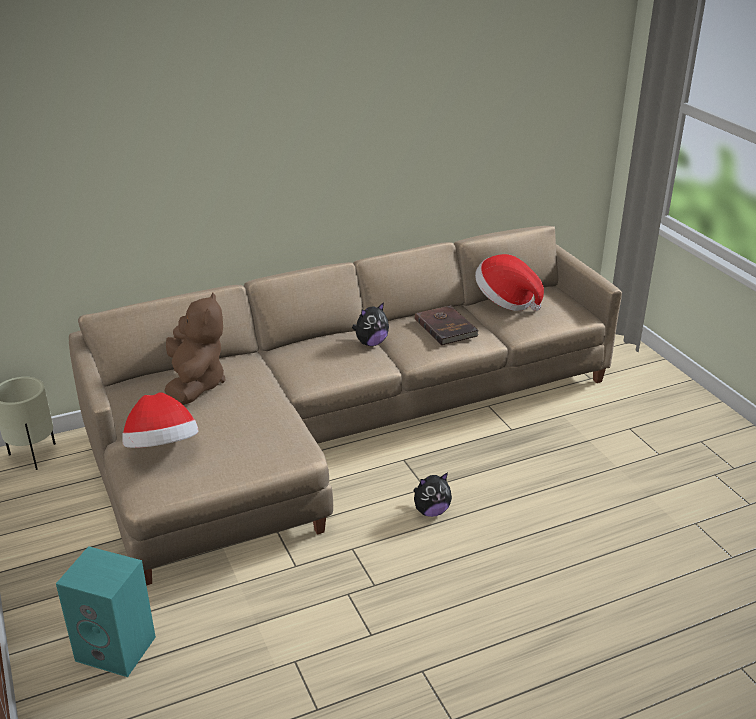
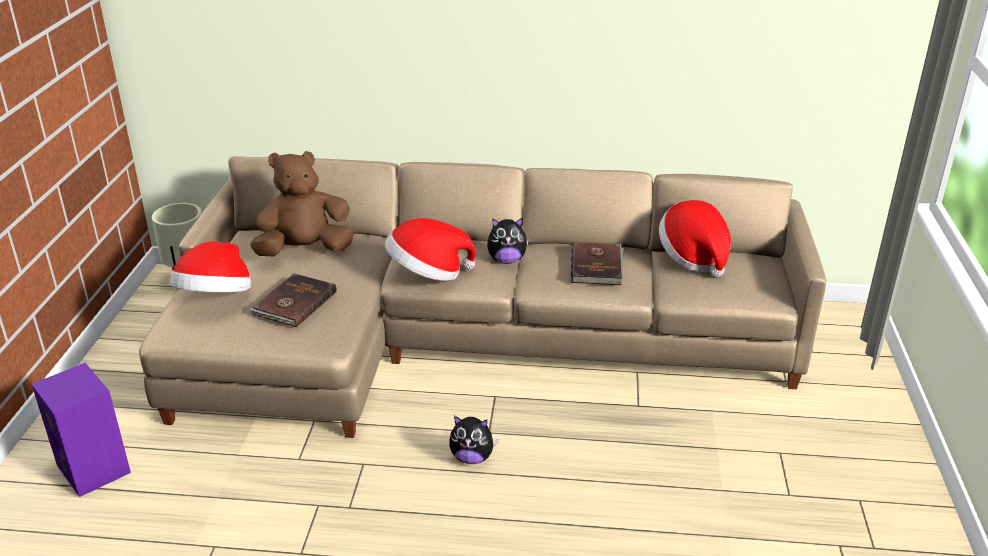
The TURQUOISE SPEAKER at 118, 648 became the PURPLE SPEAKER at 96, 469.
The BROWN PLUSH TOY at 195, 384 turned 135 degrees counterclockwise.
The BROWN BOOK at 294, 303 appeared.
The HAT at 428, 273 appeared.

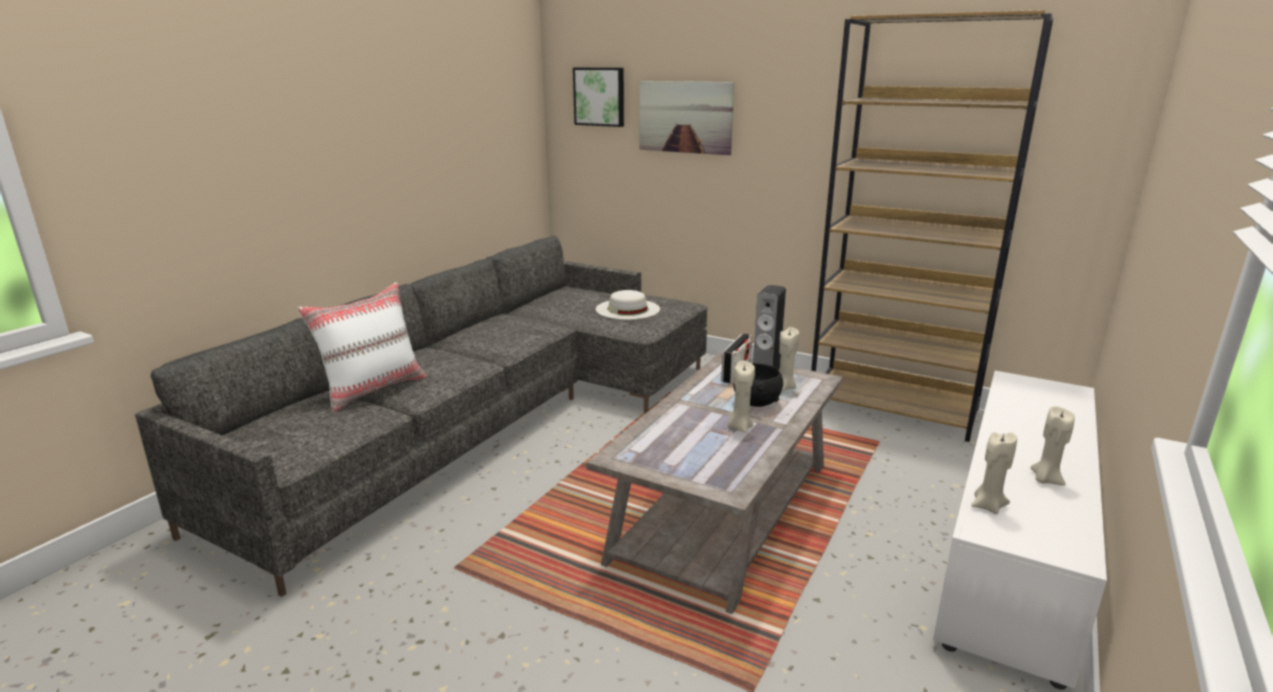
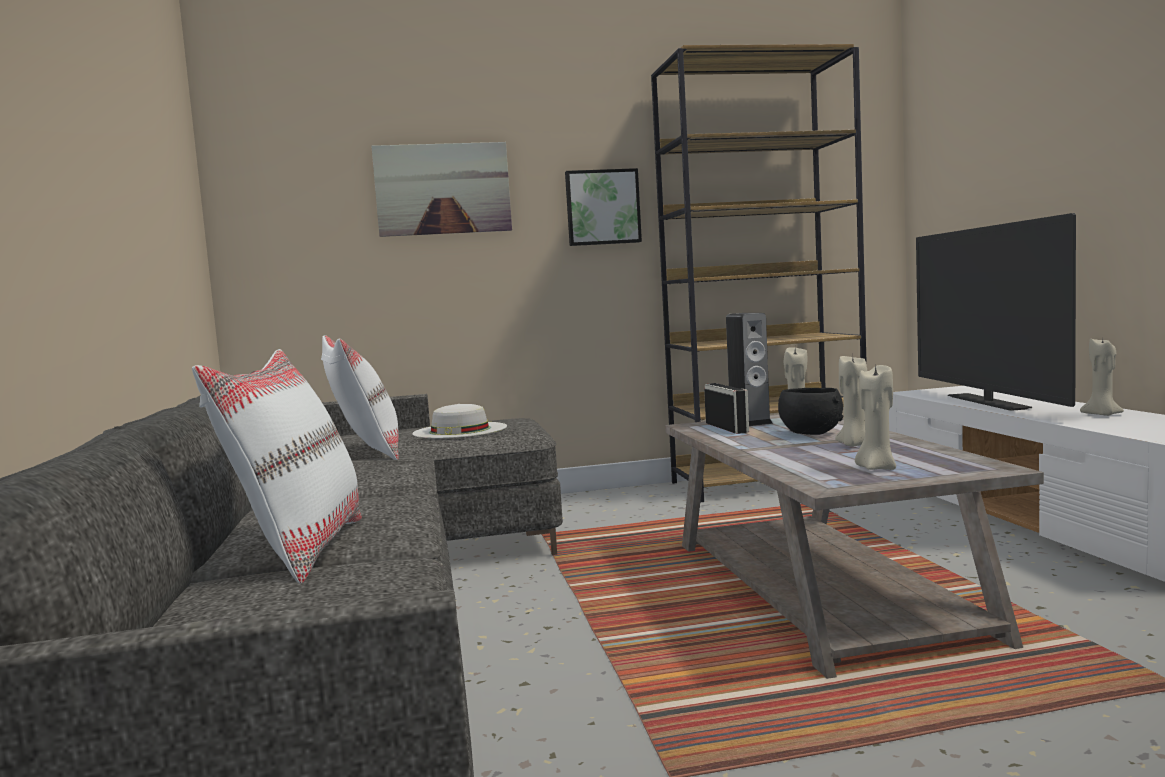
The PICTURE moved from 600, 96 to 602, 207.
The BEIGE CANDLE moved from 987, 506 to 876, 468.
The WHITE PILLOW at 364, 453 appeared.
The TELEVISION at 987, 402 appeared.

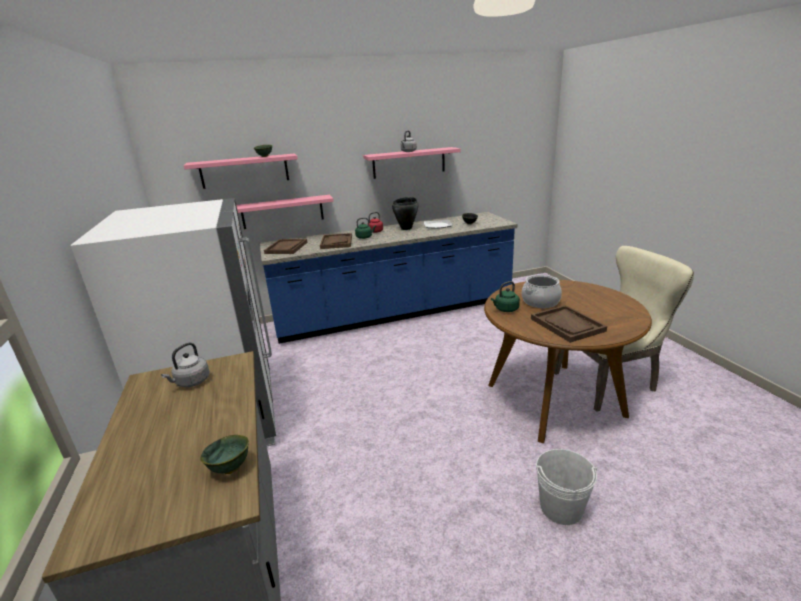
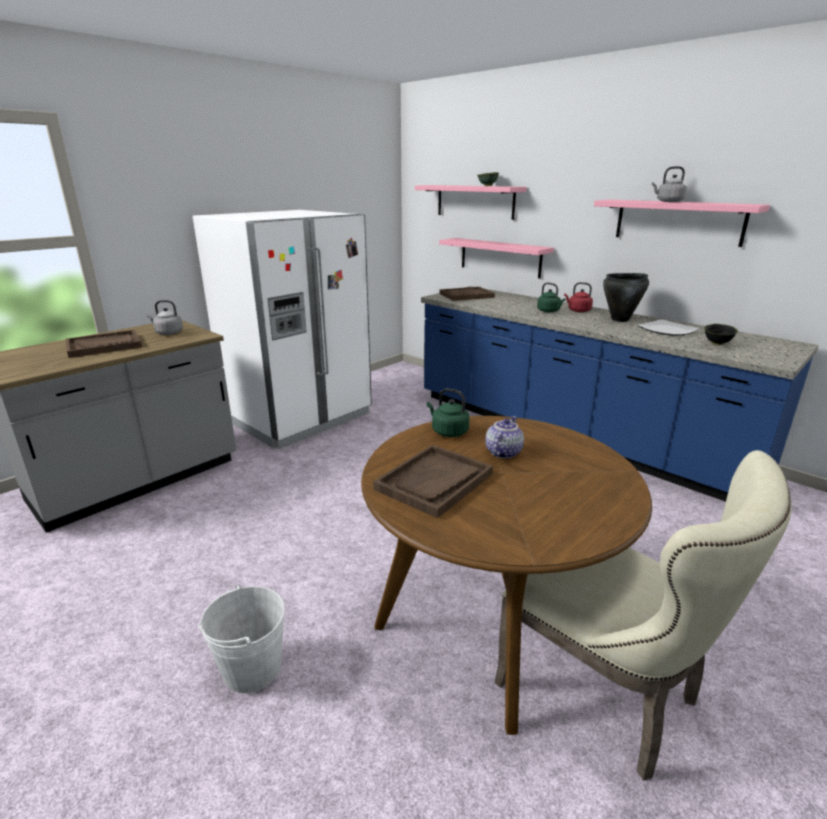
The GREEN BOWL at 229, 468 disappeared.
The BROWN TRAY moved from 336, 242 to 104, 345.
The COOKING POT at 540, 302 was replaced by the TEAPOT at 502, 452.

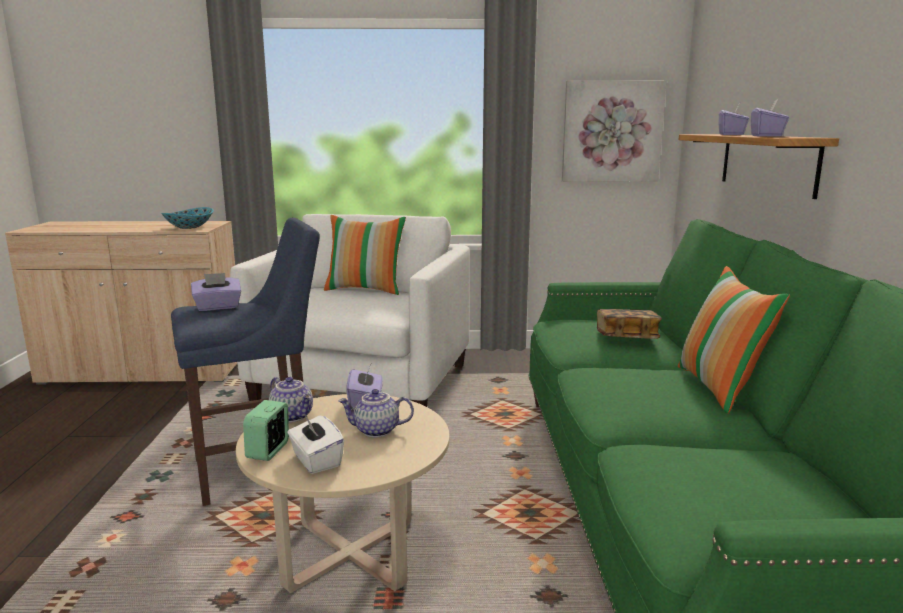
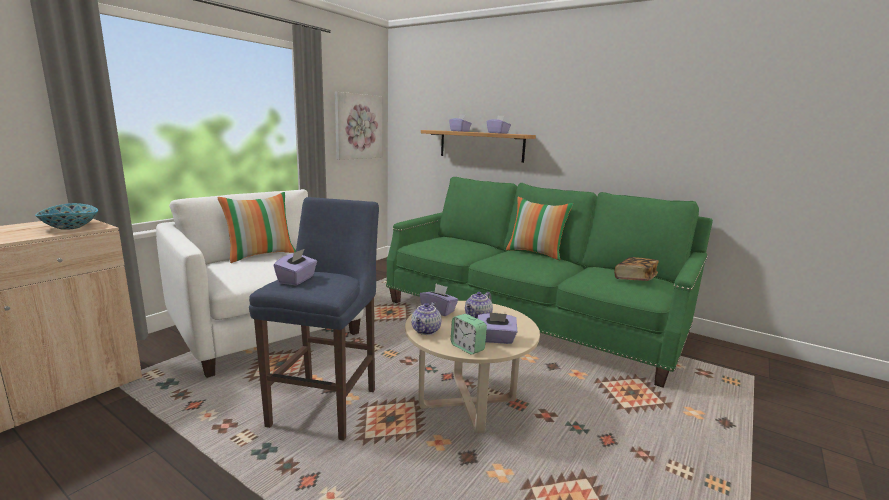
The TEAPOT at 293, 416 turned 120 degrees clockwise.
The WHITE TISSUE BOX at 316, 460 became the PURPLE TISSUE BOX at 496, 339.
The BOOK moved from 626, 337 to 635, 278.

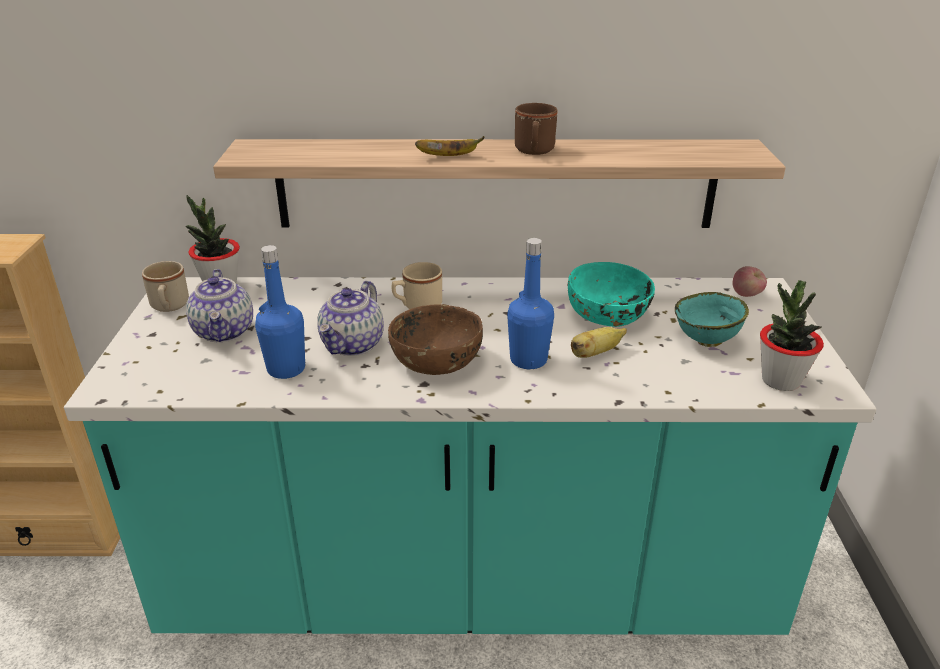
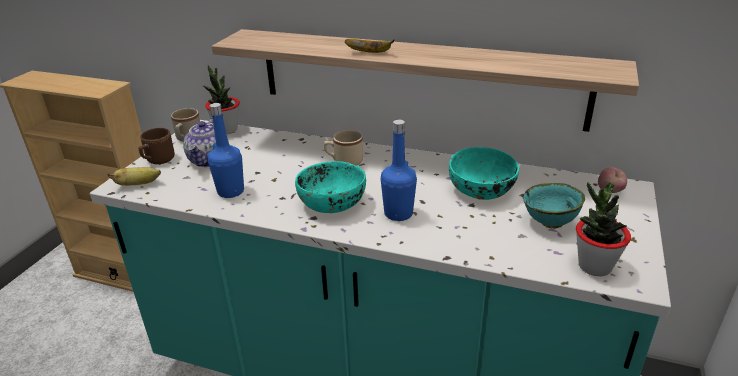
The TEAPOT at 353, 345 disappeared.
The BROWN BOWL at 436, 360 became the TURQUOISE BOWL at 332, 202.
The BROWN MUG moved from 534, 151 to 158, 161.
The BANANA moved from 595, 353 to 139, 184.

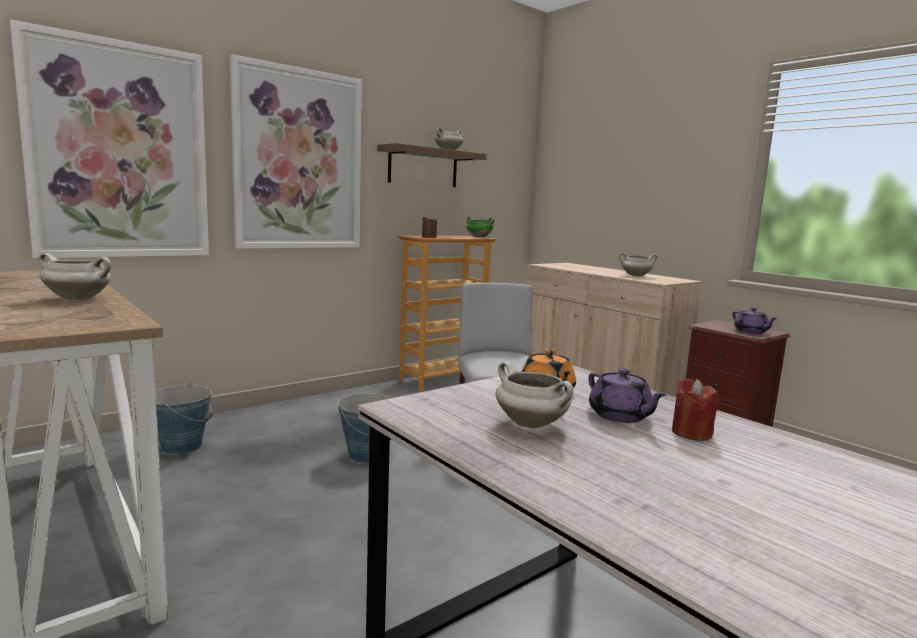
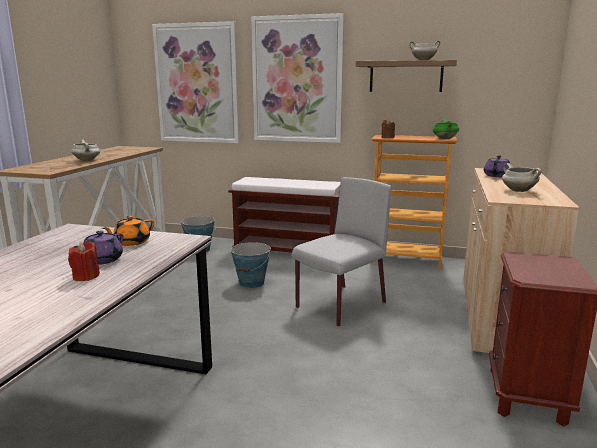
The WHITE COOKING POT at 532, 424 disappeared.
The PURPLE TEAPOT moved from 751, 332 to 496, 176.
The BROWN BENCH at 288, 250 appeared.

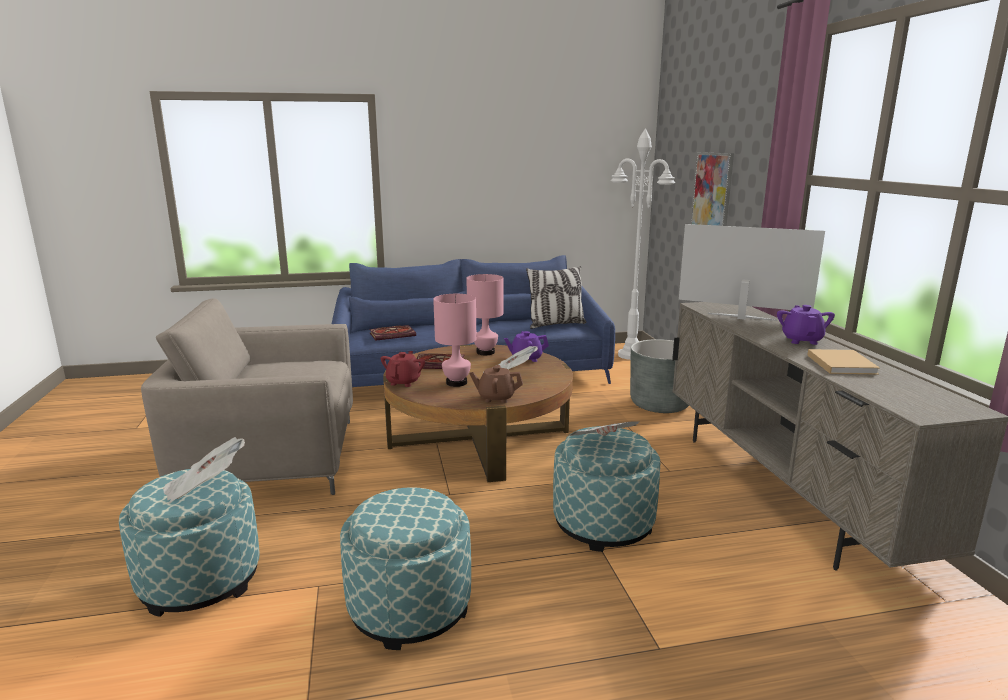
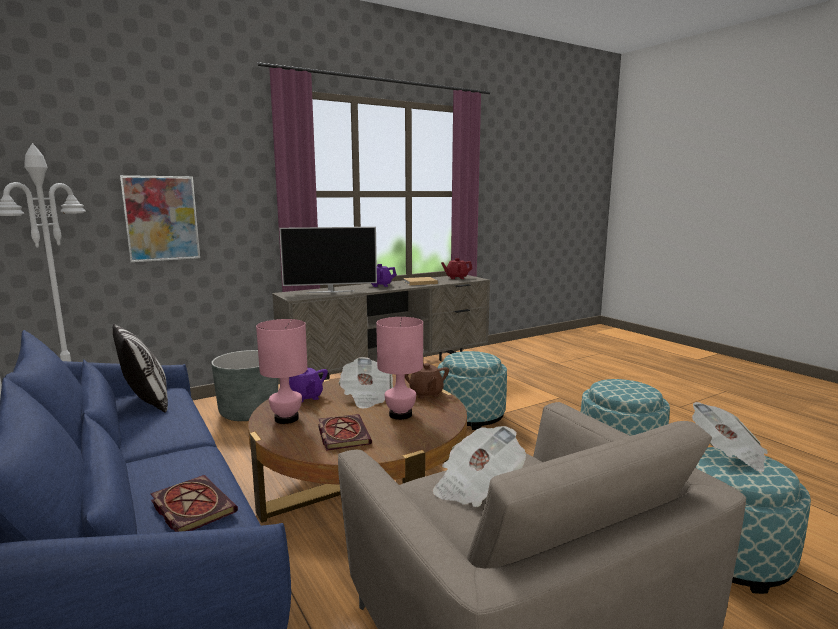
The RED TEAPOT moved from 404, 382 to 456, 278.
The NEWSPAPER moved from 602, 446 to 476, 487.
The TELEVISION at 741, 317 turned 105 degrees counterclockwise.

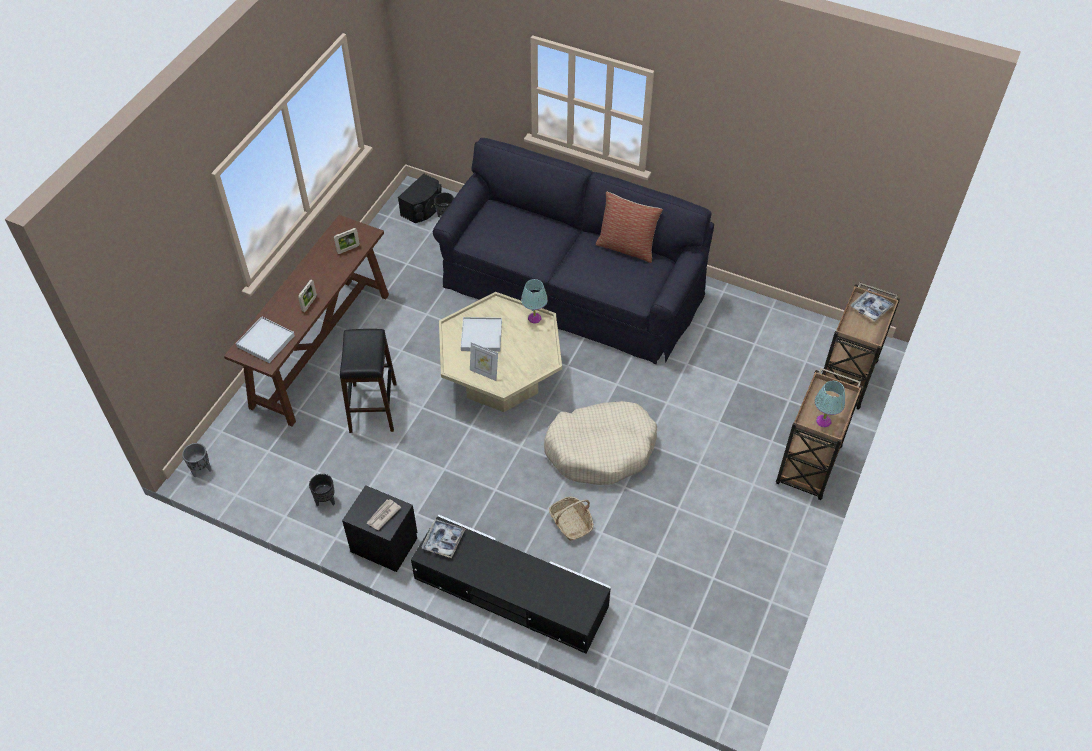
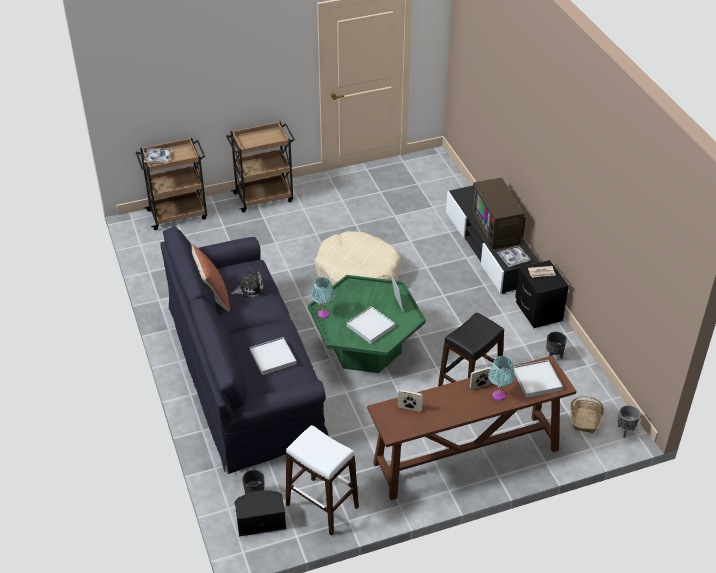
The BEIGE COFFEE TABLE at 501, 379 became the GREEN COFFEE TABLE at 365, 348.
The BASKET moved from 571, 523 to 585, 420.
The TURQUOISE TABLE LAMP moved from 823, 421 to 498, 395.
The PLUSH TOY at 249, 288 appeared.
The WHITE TRAY at 273, 357 appeared.
The WHITE STOOL at 321, 506 appeared.
The TELEVISION at 497, 228 appeared.

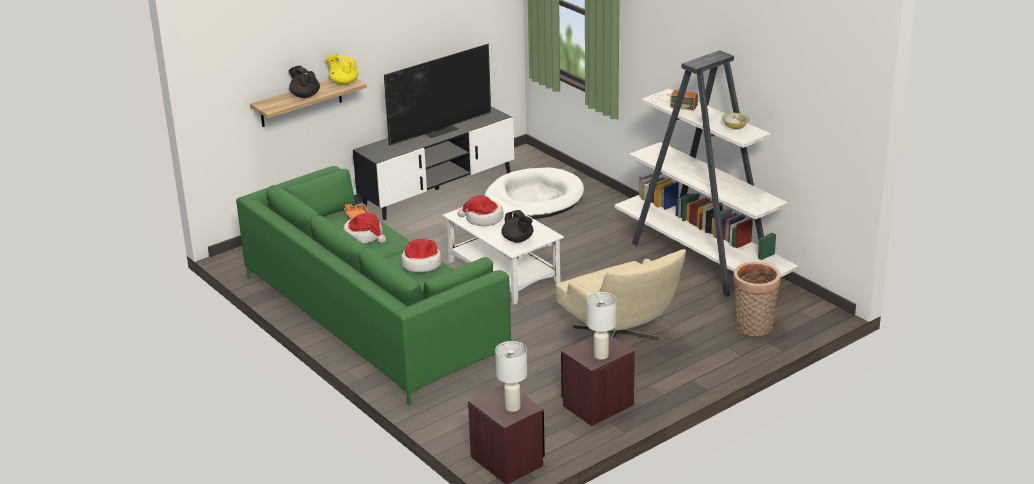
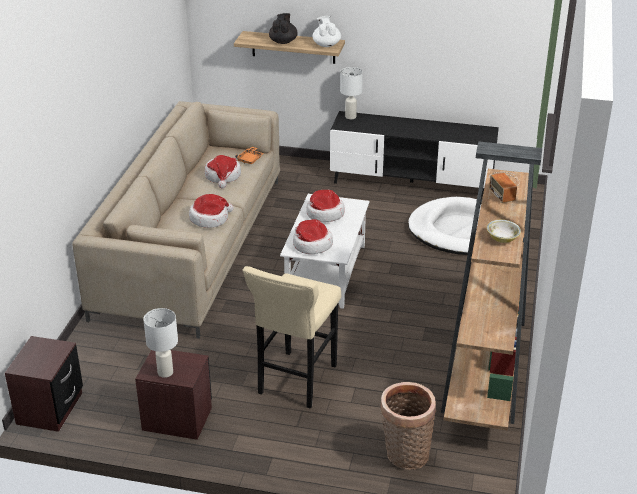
The GREEN SOFA at 372, 317 became the BEIGE SOFA at 192, 245.
The YELLOW TEAPOT at 343, 82 became the WHITE TEAPOT at 326, 44.
The TELEVISION at 440, 130 disappeared.
The WHITE TABLE LAMP moved from 512, 407 to 351, 116.
The BLACK TEAPOT at 518, 240 was replaced by the HAT at 311, 244.
The BEIGE ARMCHAIR at 621, 339 was replaced by the BEIGE STOOL at 295, 382.
The WHITE BOOKCASE at 702, 260 became the BROWN BOOKCASE at 485, 367.

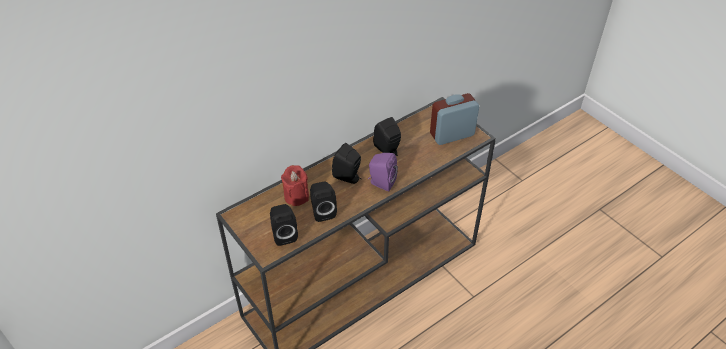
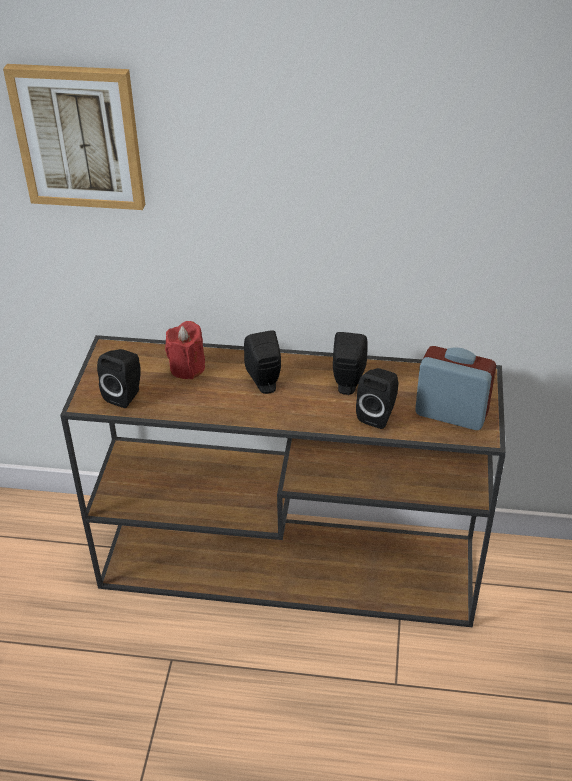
The BLACK SPEAKER moved from 322, 211 to 378, 415.
The PURPLE SPEAKER at 381, 183 disappeared.
The PICTURE at 79, 137 appeared.

